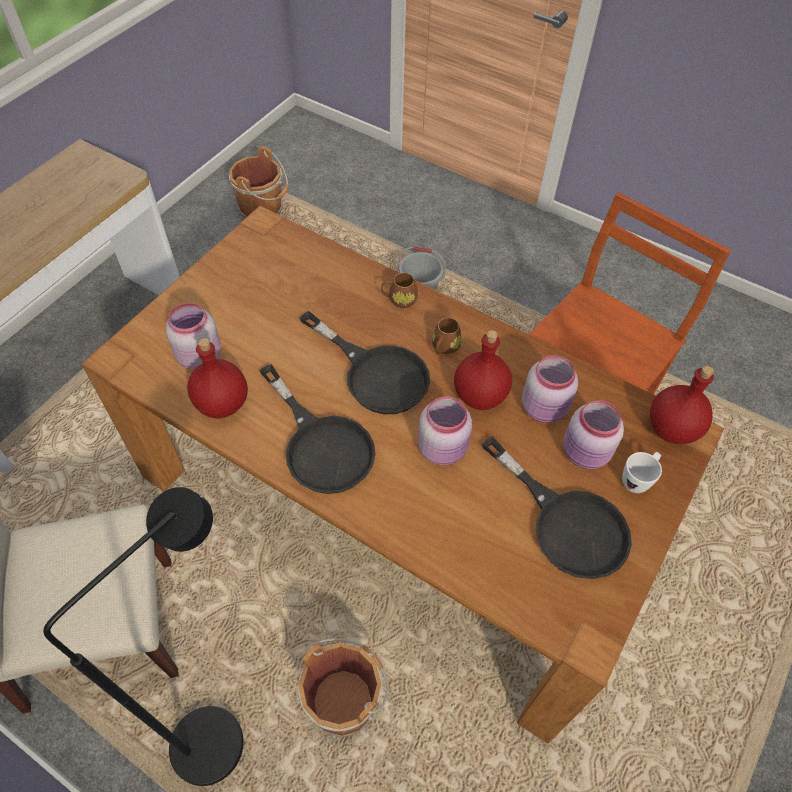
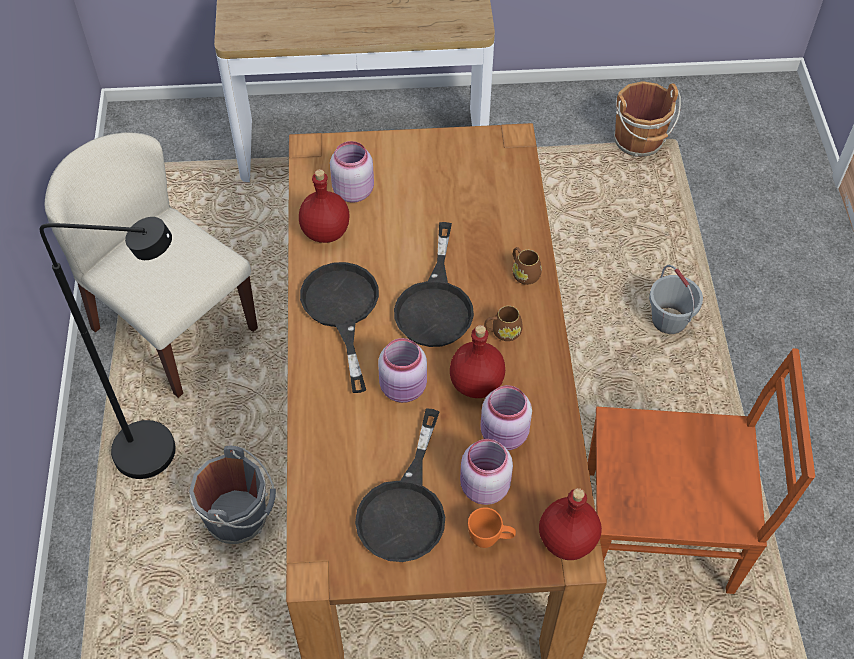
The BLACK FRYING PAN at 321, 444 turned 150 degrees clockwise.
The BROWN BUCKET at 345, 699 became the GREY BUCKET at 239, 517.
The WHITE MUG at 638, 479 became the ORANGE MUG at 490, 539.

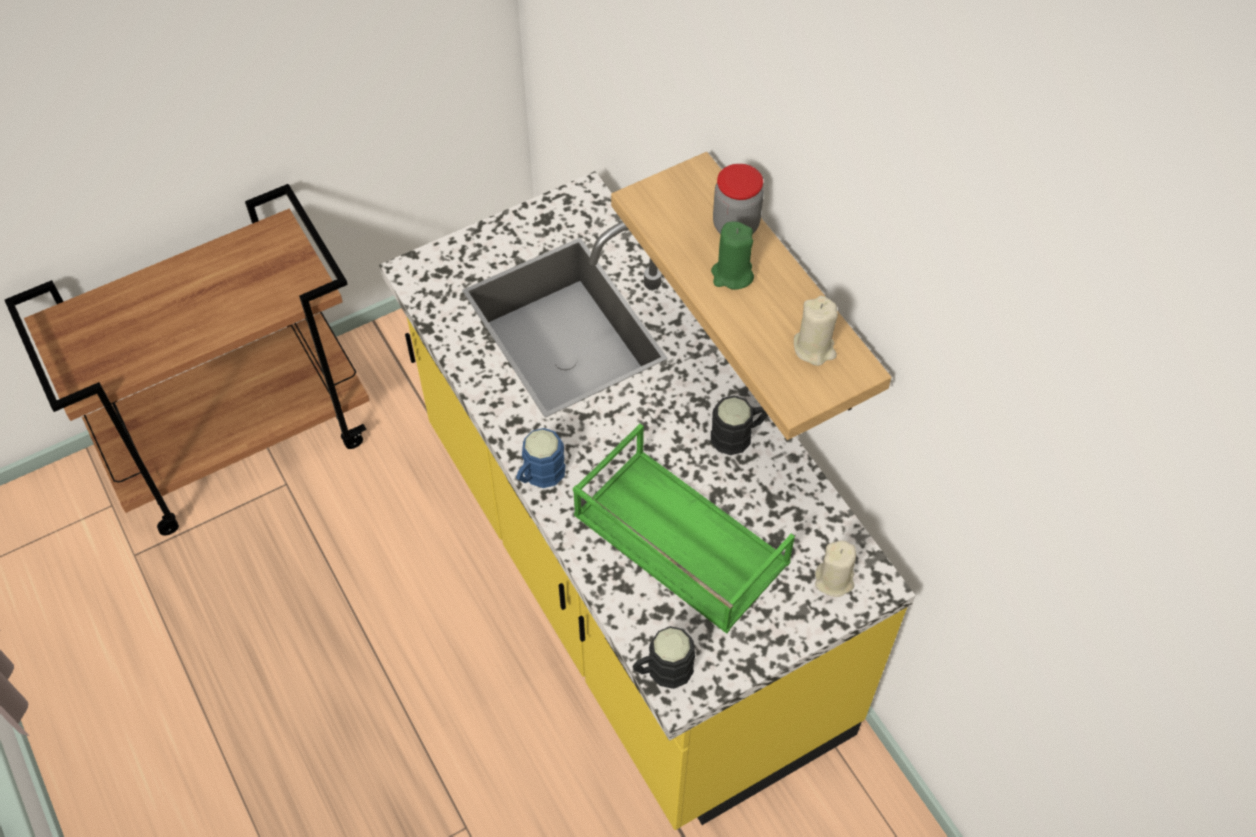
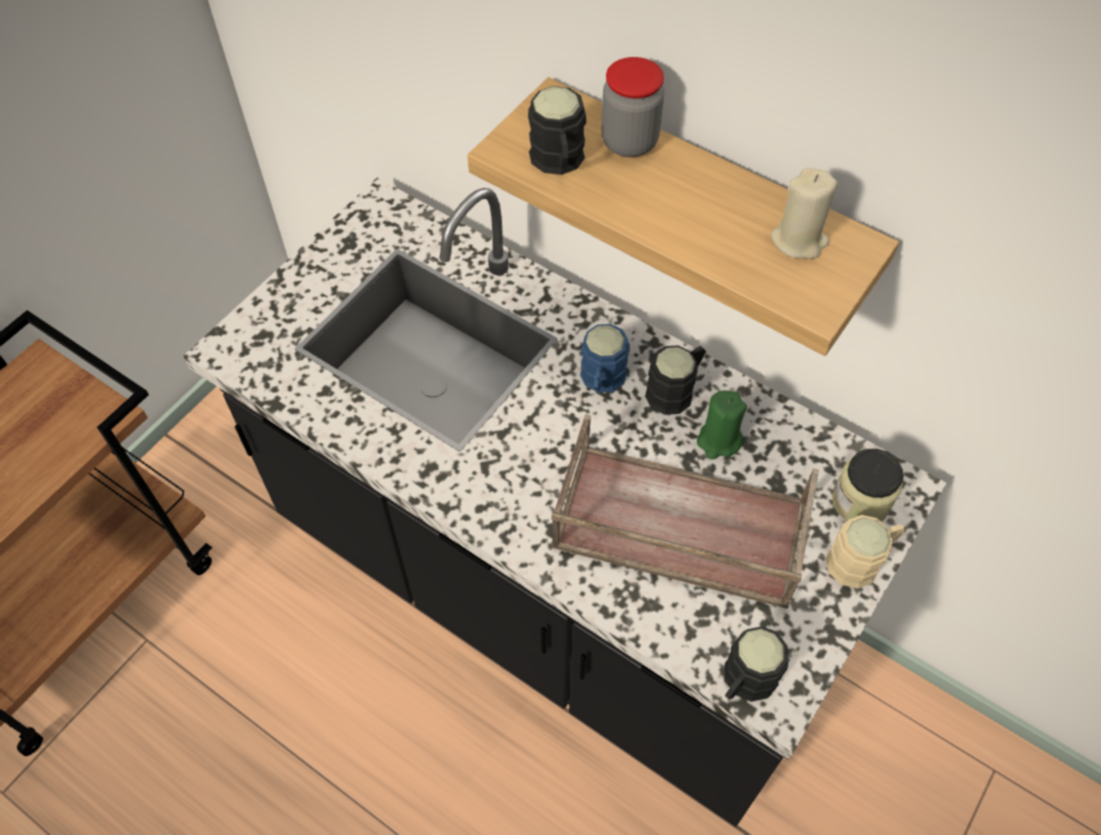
The YELLOW COUNTER at 628, 581 became the BLACK COUNTER at 550, 590.
The BLUE MUG moved from 539, 475 to 601, 381.
The GREEN TRAY at 677, 539 became the BROWN TRAY at 677, 526.
The GREEN CANDLE moved from 732, 274 to 718, 441.
The BEIGE CANDLE at 834, 580 was replaced by the JAR at 860, 501.
The BLACK MUG at 558, 162 appeared.
The BEIGE MUG at 861, 560 appeared.

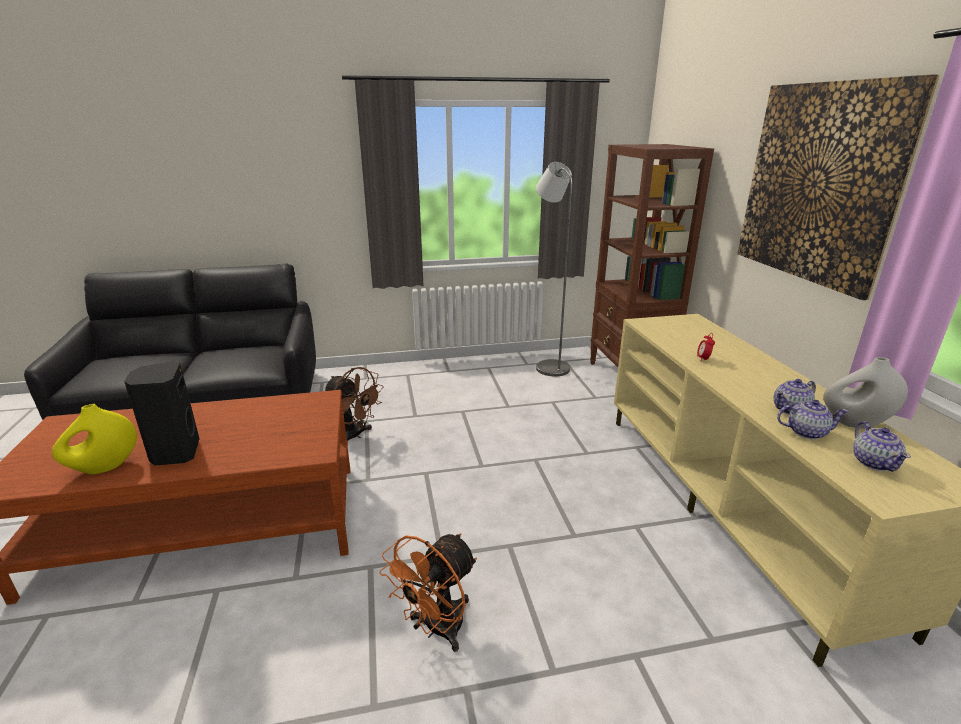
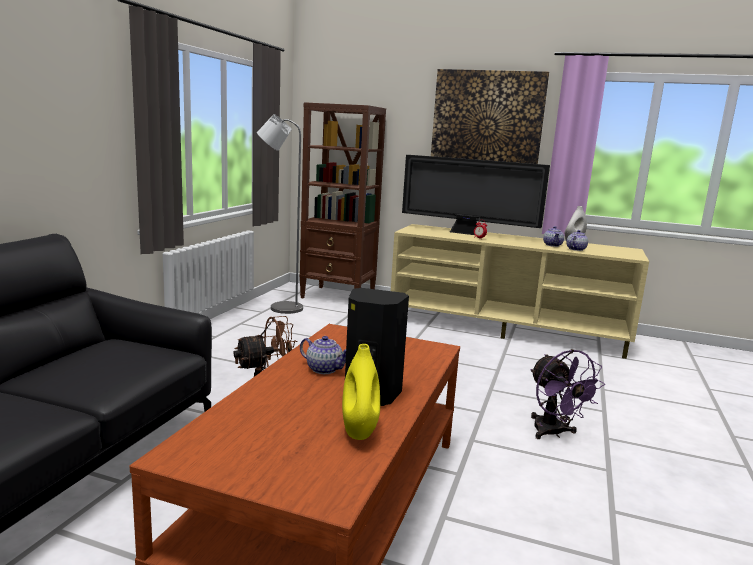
The ORANGE FAN at 436, 629 became the PURPLE FAN at 553, 433.
The TEAPOT moved from 874, 462 to 324, 369.
The TELEVISION at 467, 233 appeared.

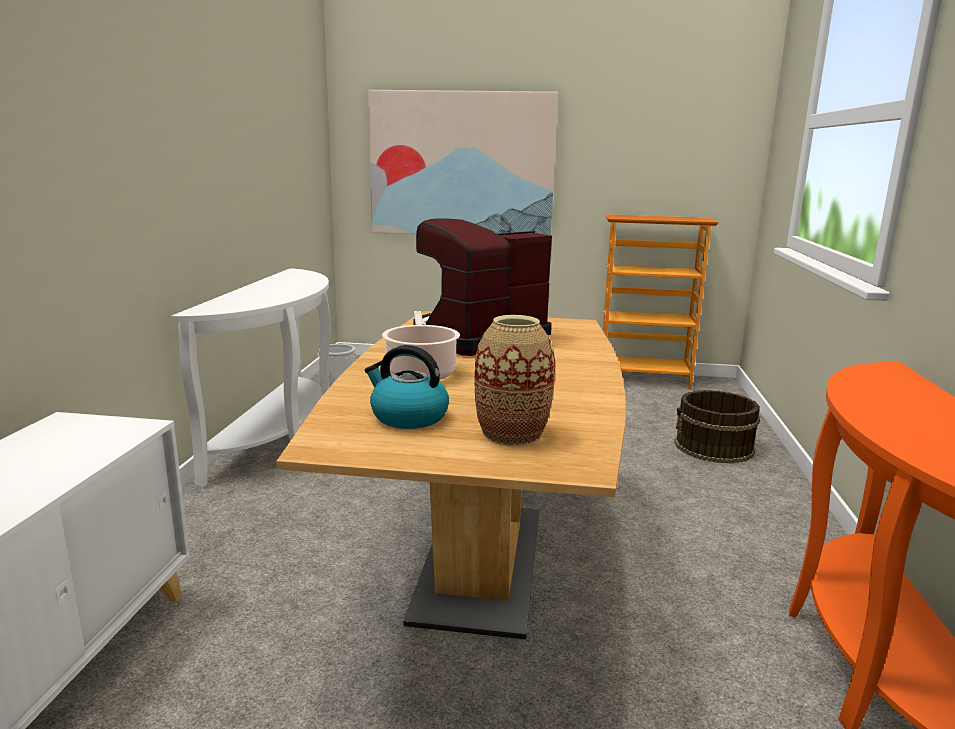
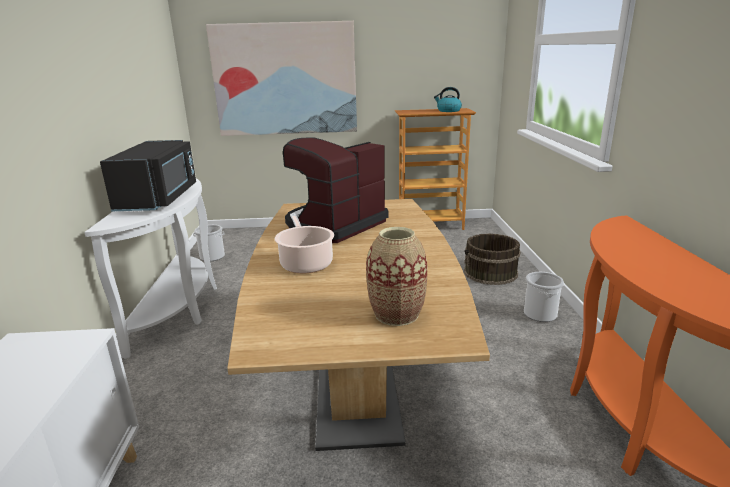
The KETTLE moved from 408, 417 to 448, 111.
The BLACK MICROWAVE at 160, 199 appeared.
The BUCKET at 540, 314 appeared.

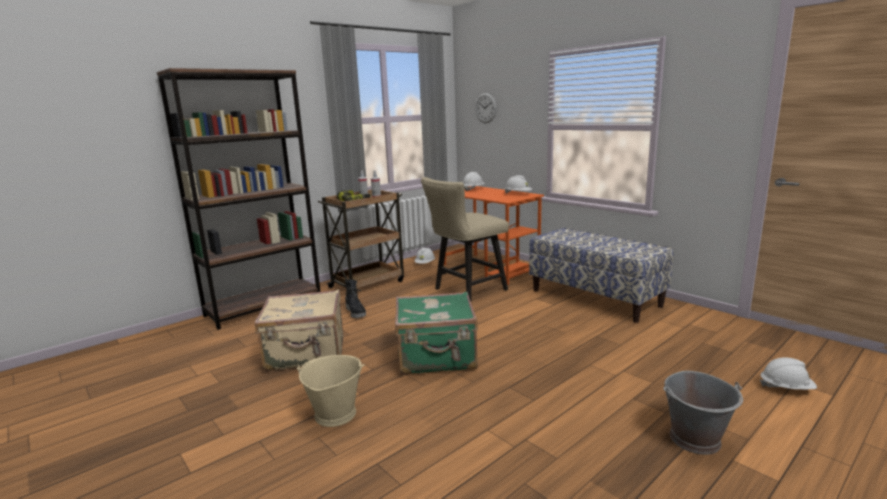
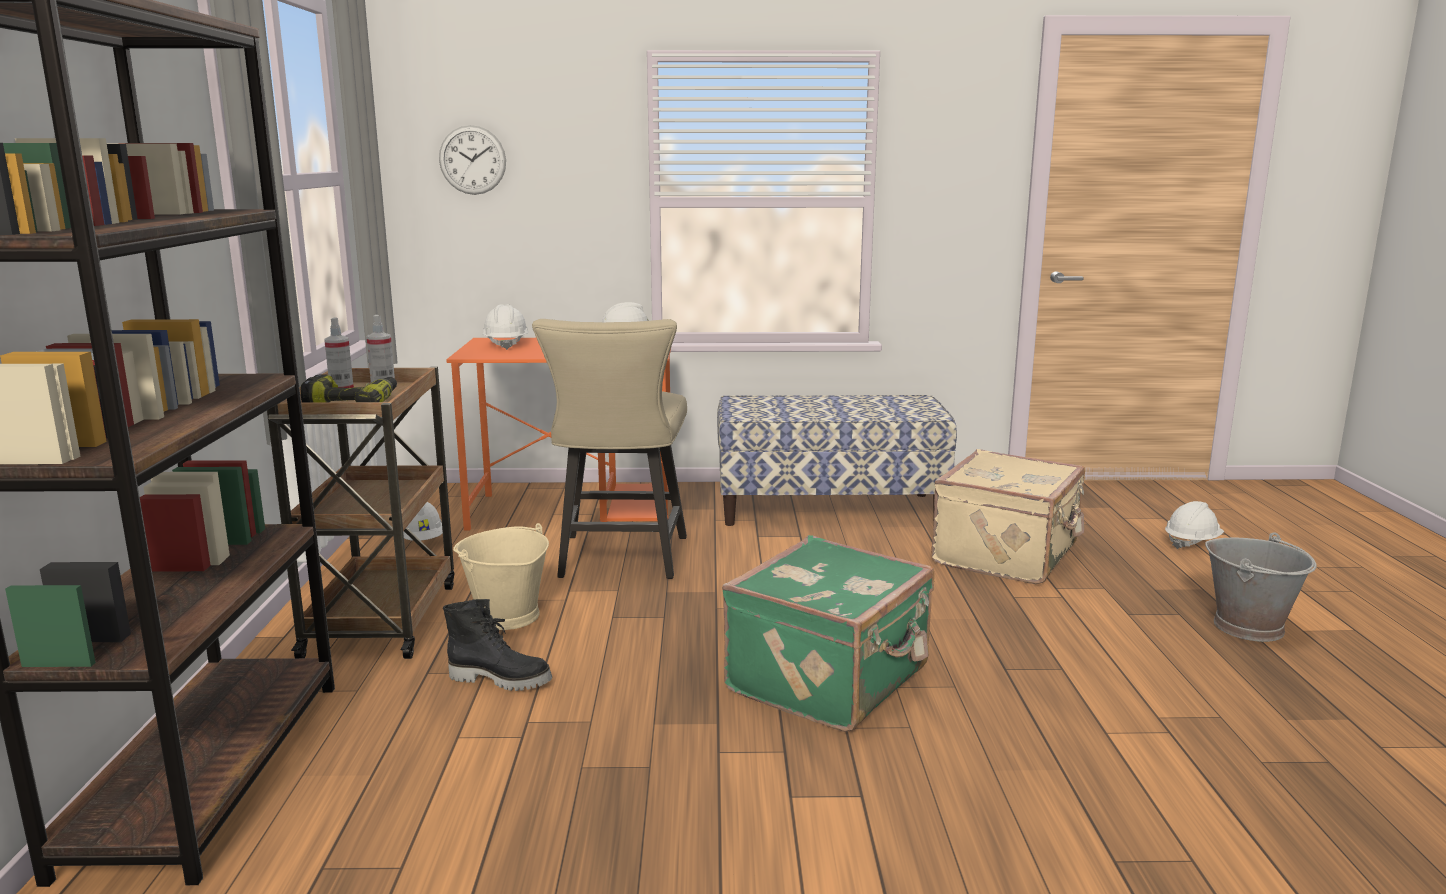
The BEIGE SUITCASE moved from 306, 353 to 1008, 555.
The BEIGE BUCKET moved from 335, 414 to 506, 616.

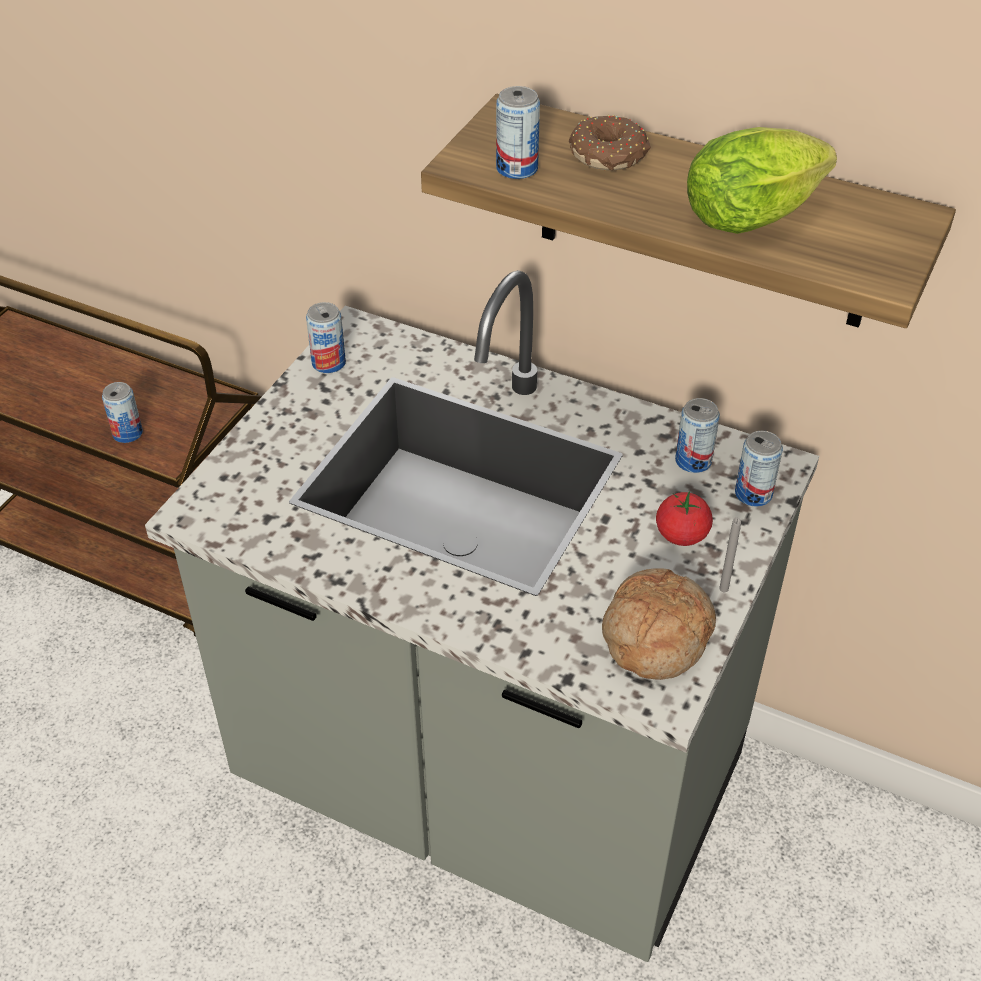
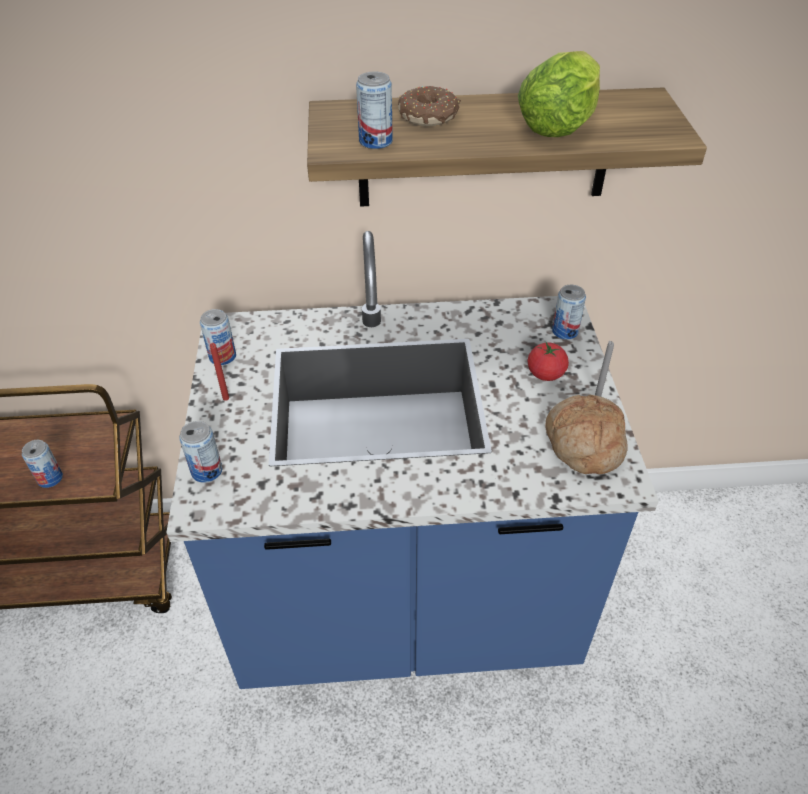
The GREY COUNTER at 490, 783 became the BLUE COUNTER at 405, 603.
The CAN moved from 693, 461 to 207, 471.
The RED CANDLE at 226, 398 appeared.

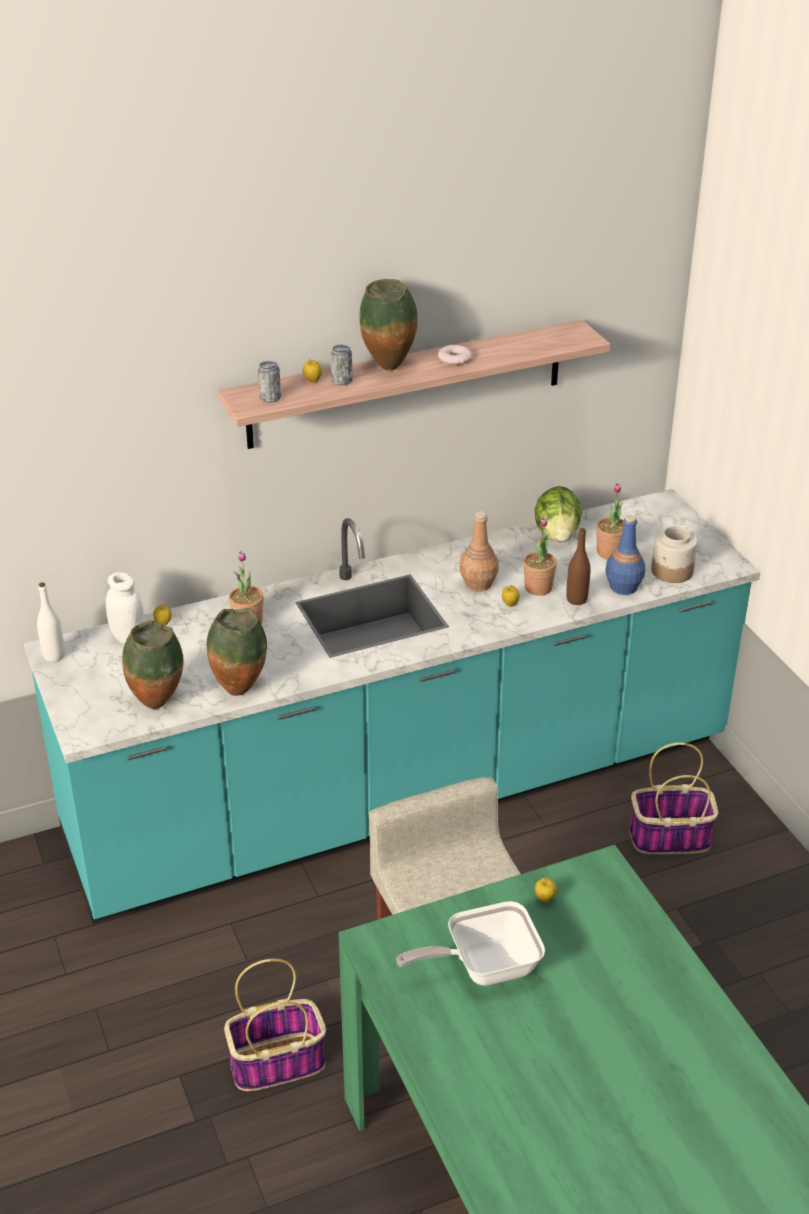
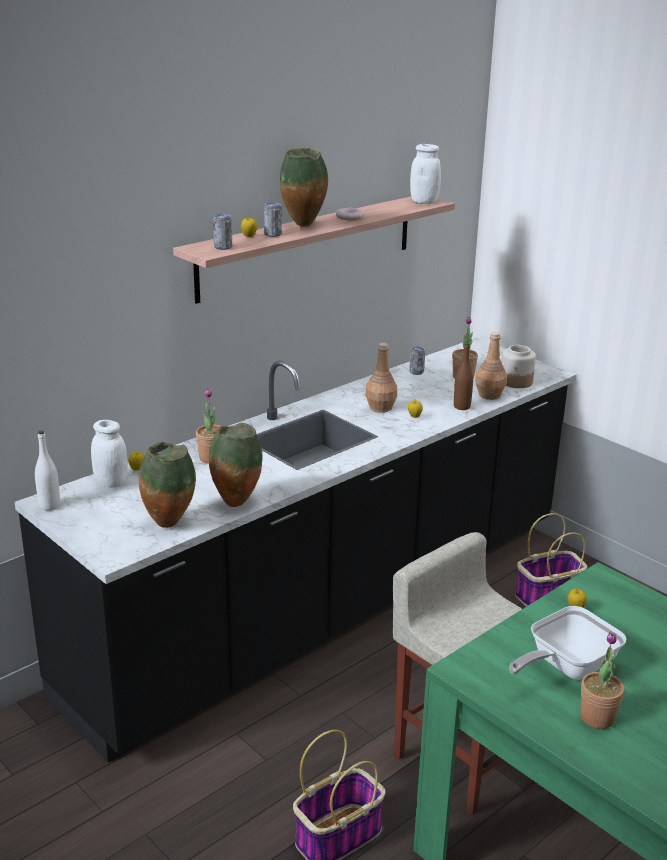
The TURQUOISE COUNTER at 404, 794 became the BLACK COUNTER at 329, 606.
The POTTED PLANT moved from 538, 588 to 597, 717.
The LETTUCE at 557, 535 was replaced by the CAN at 416, 372.
The BLUE BOTTLE at 623, 587 became the BROWN BOTTLE at 489, 395.
The WHITE JAR at 424, 202 appeared.

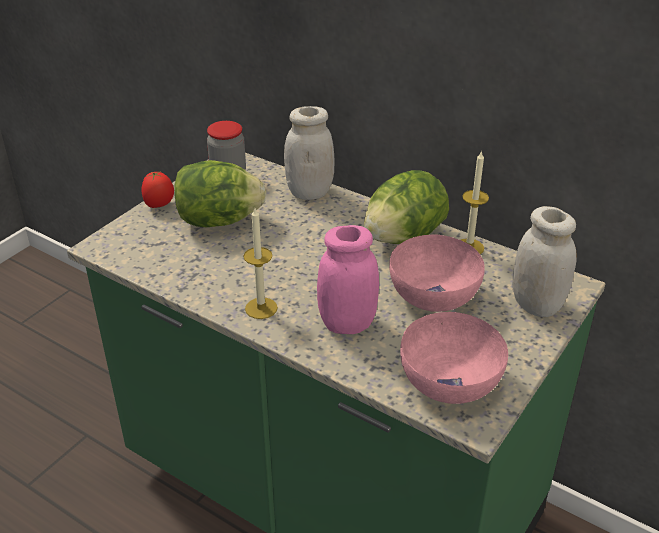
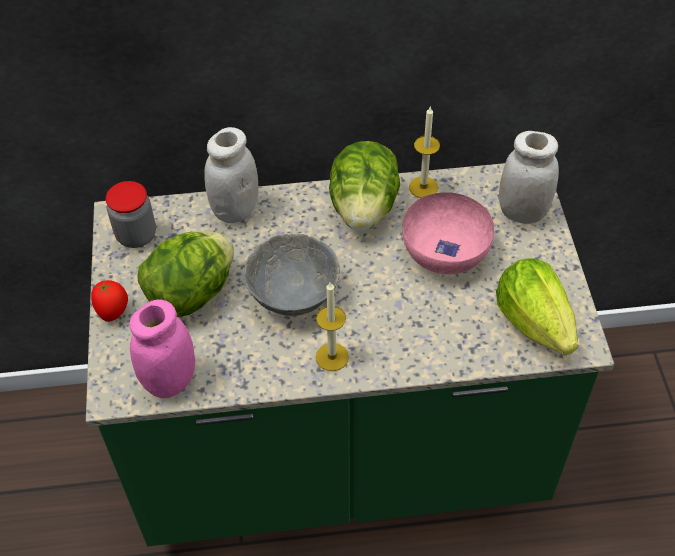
The PINK JAR moved from 347, 324 to 170, 381.
The PINK BOWL at 451, 381 was replaced by the LETTUCE at 534, 321.
The GREY BOWL at 294, 296 appeared.

